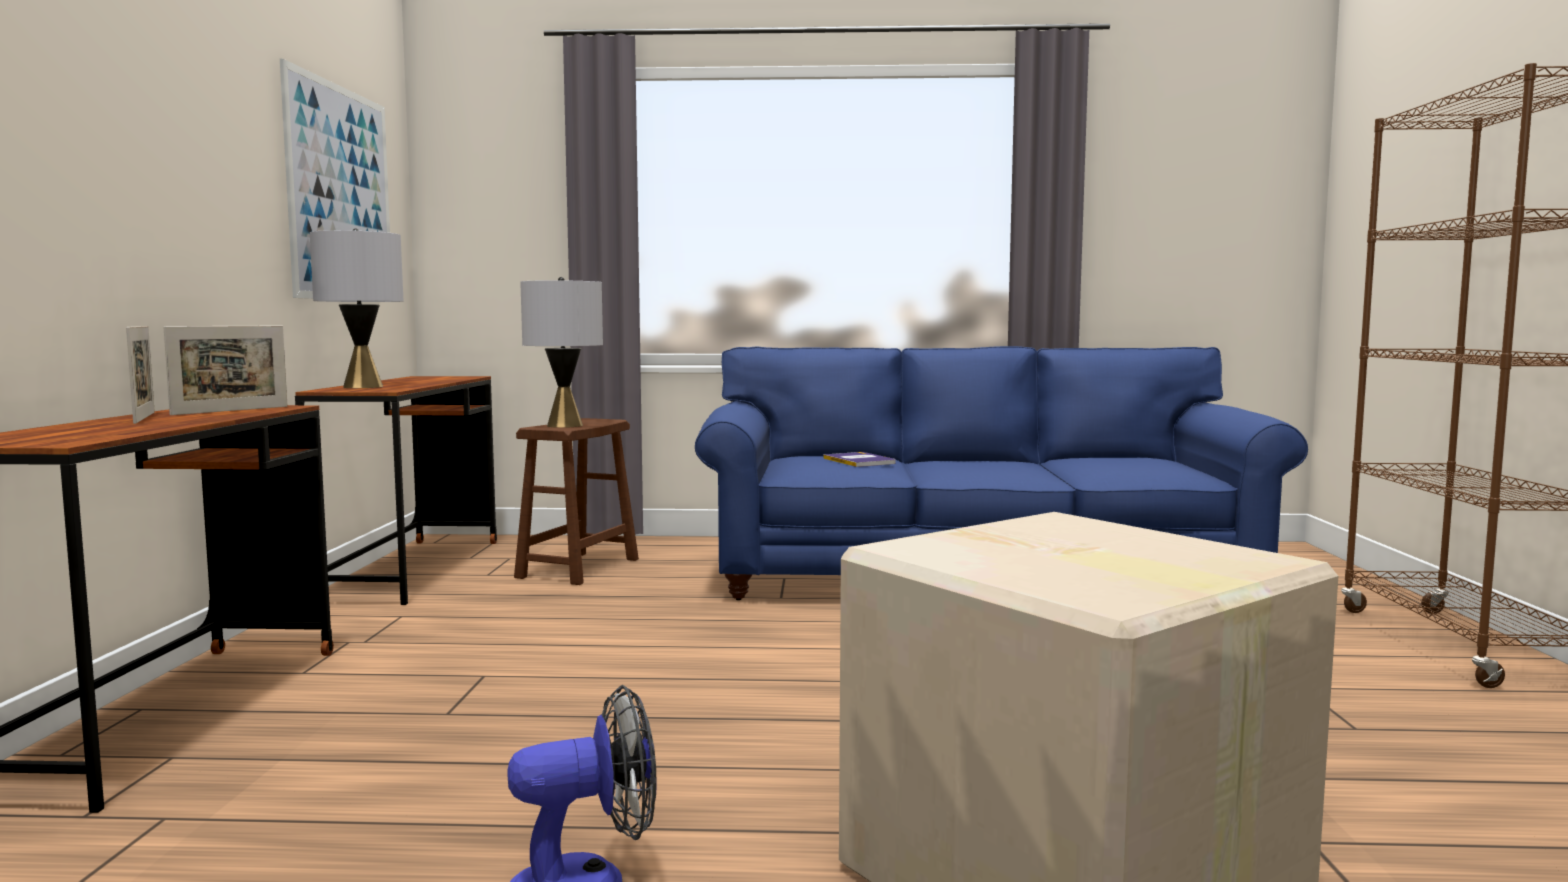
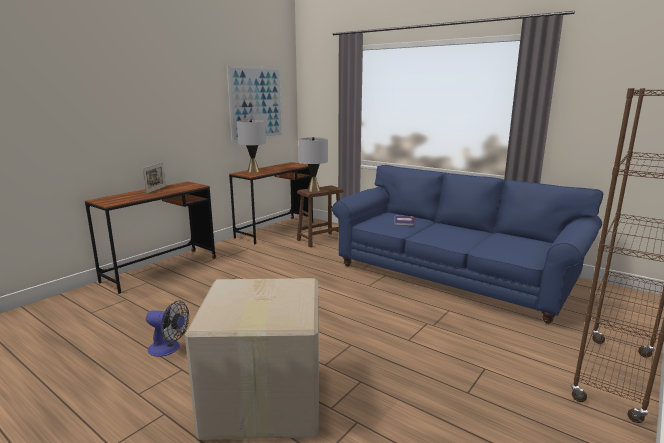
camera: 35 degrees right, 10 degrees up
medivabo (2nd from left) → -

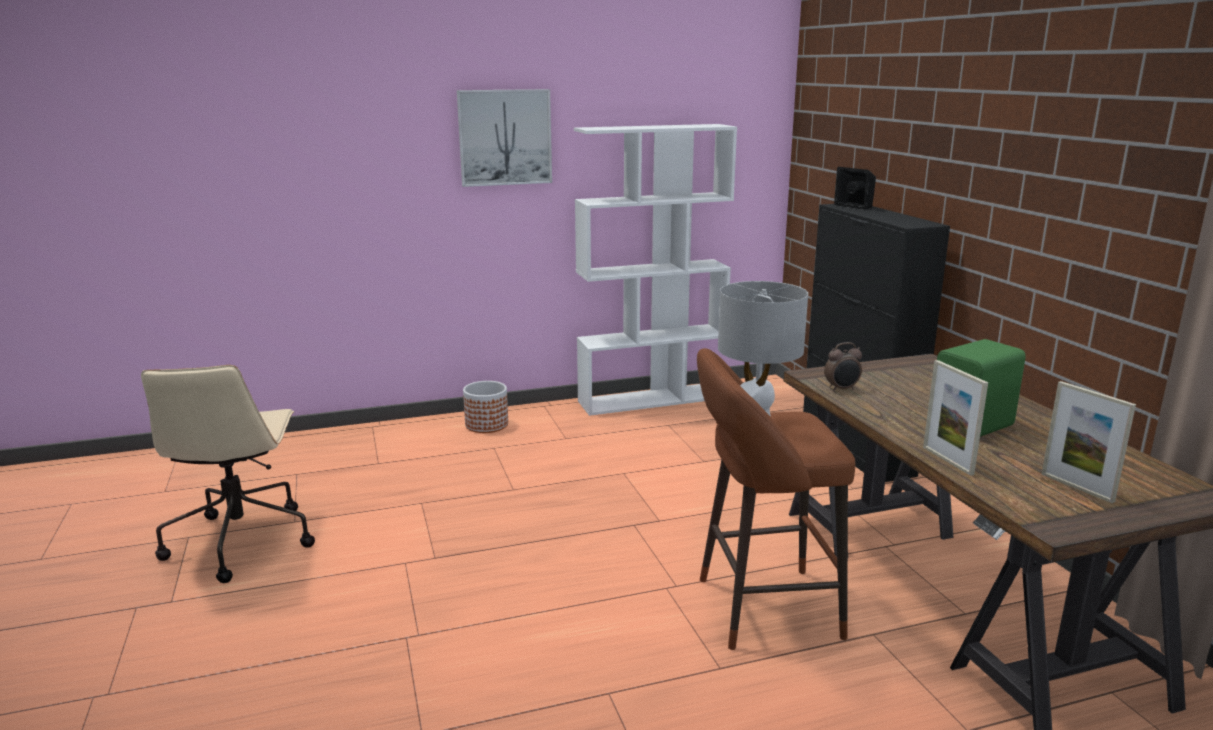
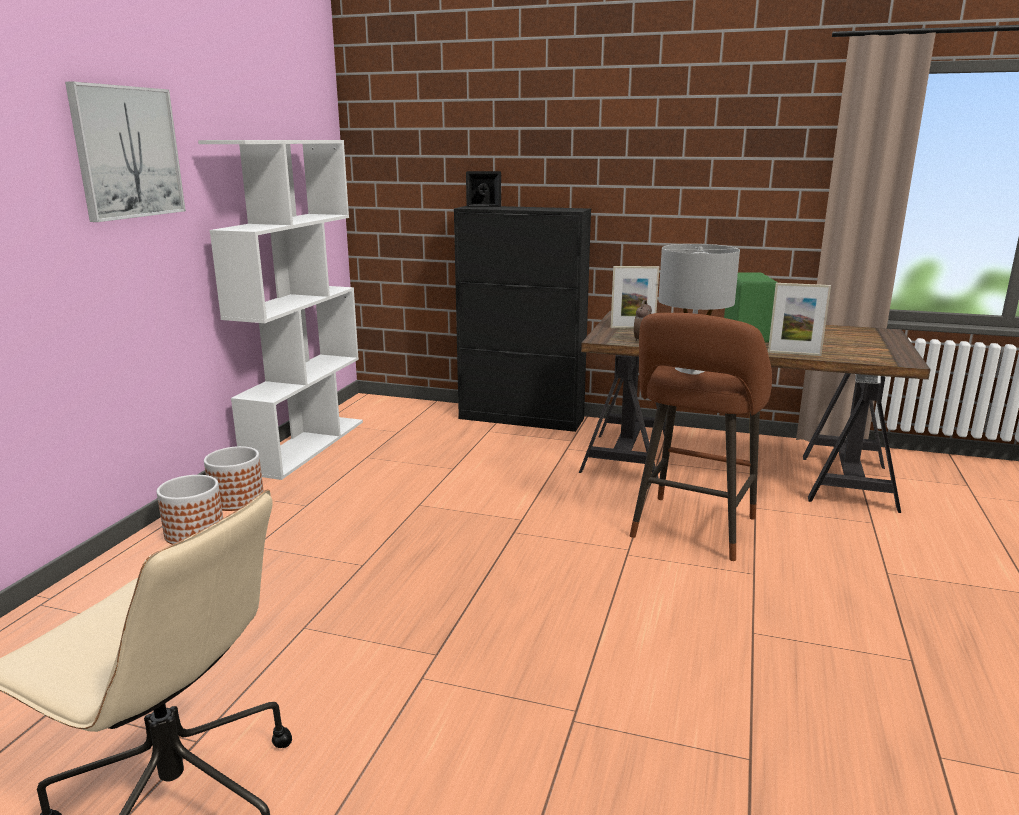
camera: 55 degrees left, 0 degrees up
- → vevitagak (2nd from left)
medivabo (2nd from left in the first image) → medivabo (1st from left), move

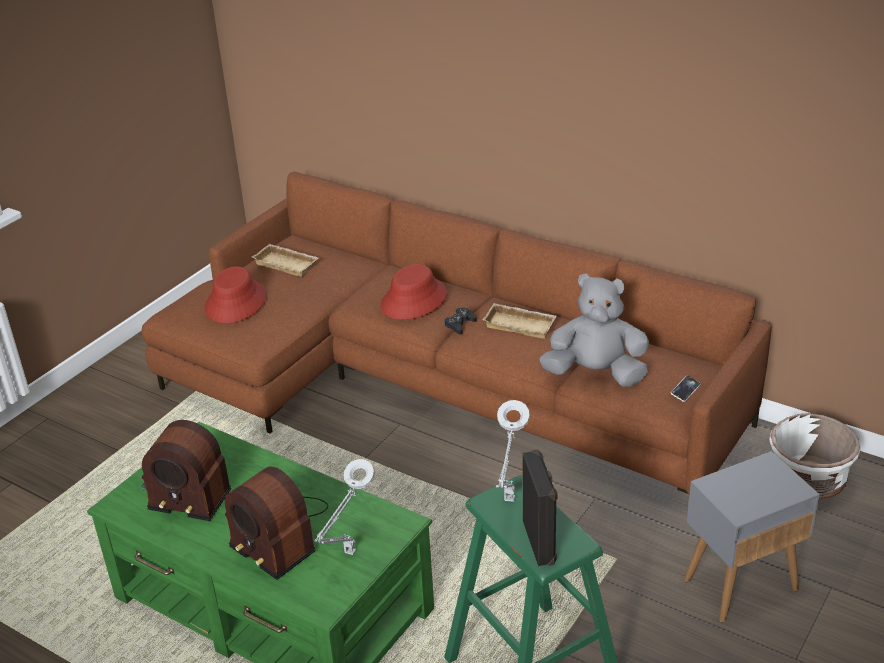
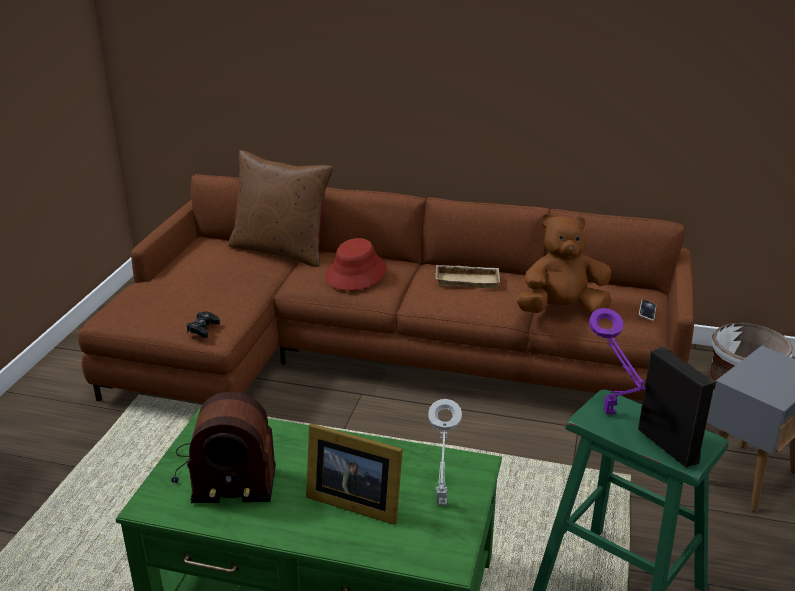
camera: 20 degrees left, 5 degrees down
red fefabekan (1st from left) → -
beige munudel (1st from left) → -
- → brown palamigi
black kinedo, move
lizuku (2nd from left) → medivabo
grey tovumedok (2nd from left) → purple tovumedok
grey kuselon → brown kuselon

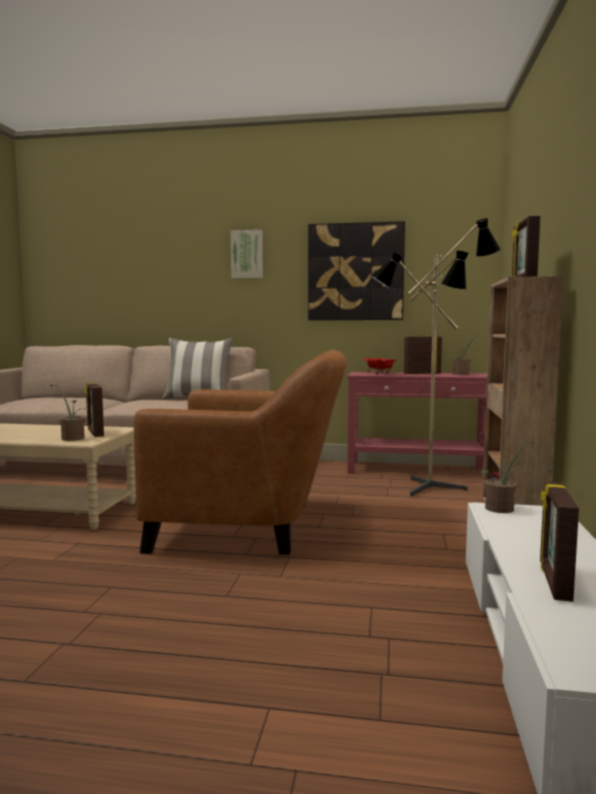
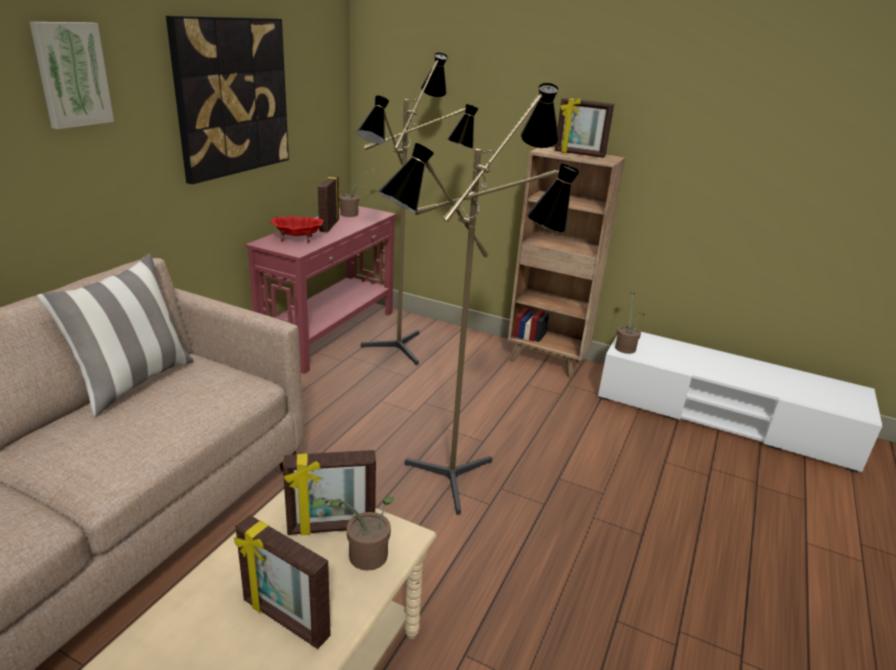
camera: 75 degrees left, 20 degrees up
medivabo (4th from left in the first image) → medivabo (1st from left), move
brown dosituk → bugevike (2nd from left)

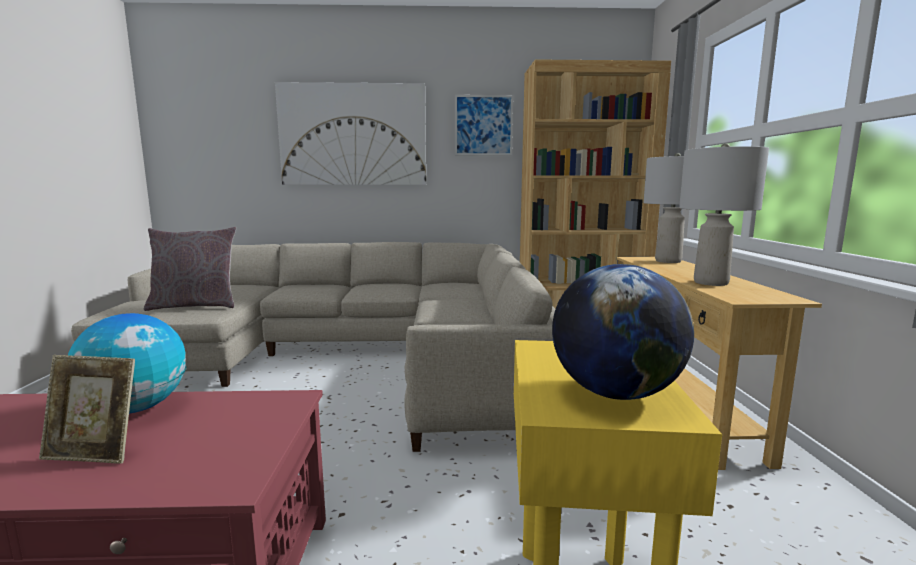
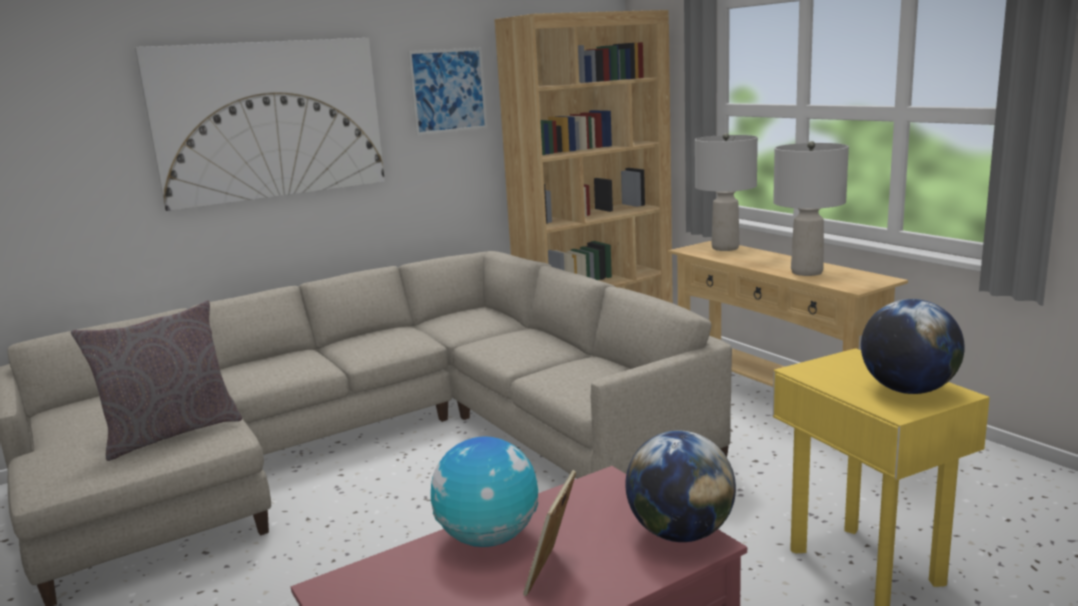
camera: 30 degrees left, 5 degrees up
- → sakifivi (2nd from left)
medivabo, 135 degrees clockwise

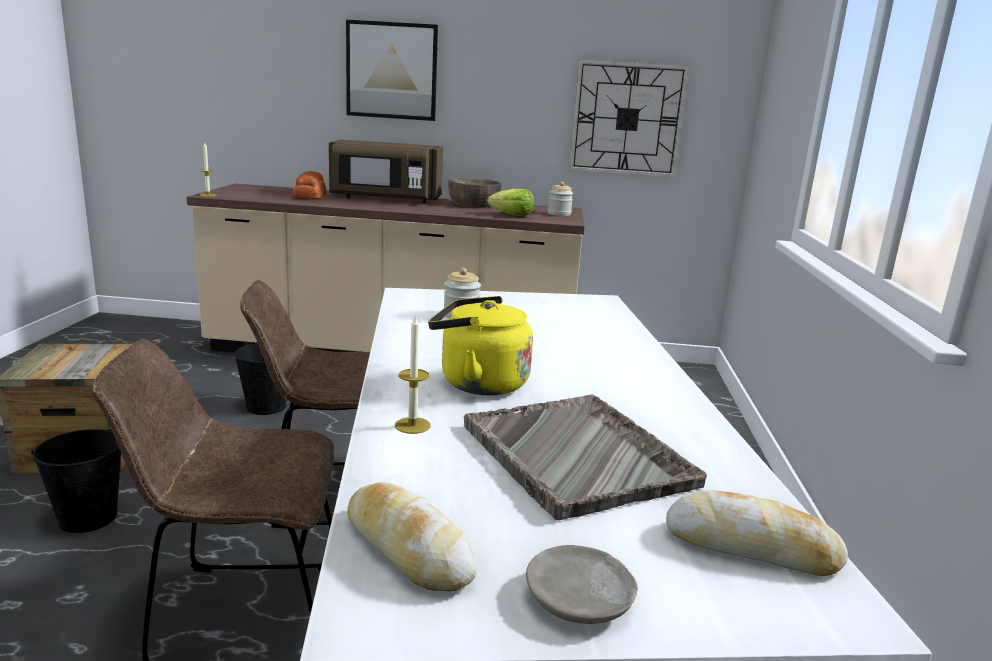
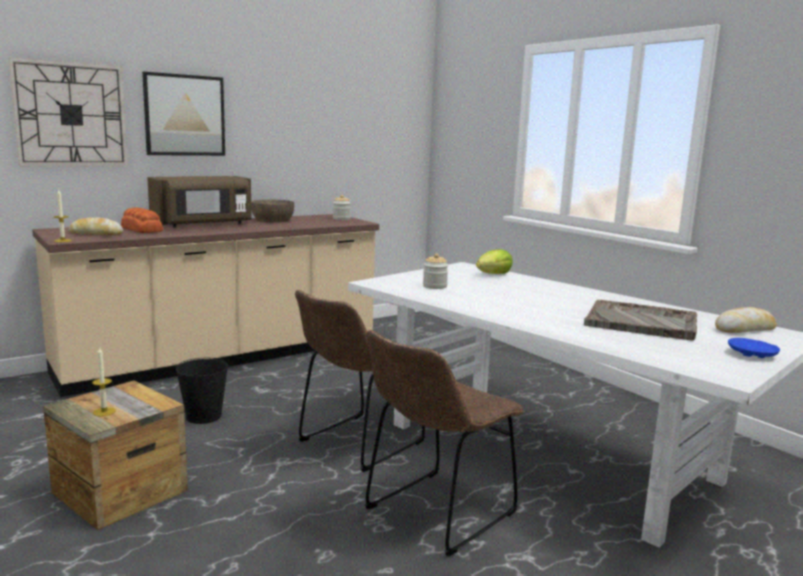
camera: 40 degrees left, 5 degrees down
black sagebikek (1st from left) → -
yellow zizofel → -
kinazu (2nd from left in the first image) → kinazu (1st from left), move
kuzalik (2nd from left), move
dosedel, move
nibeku, move
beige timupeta → blue timupeta

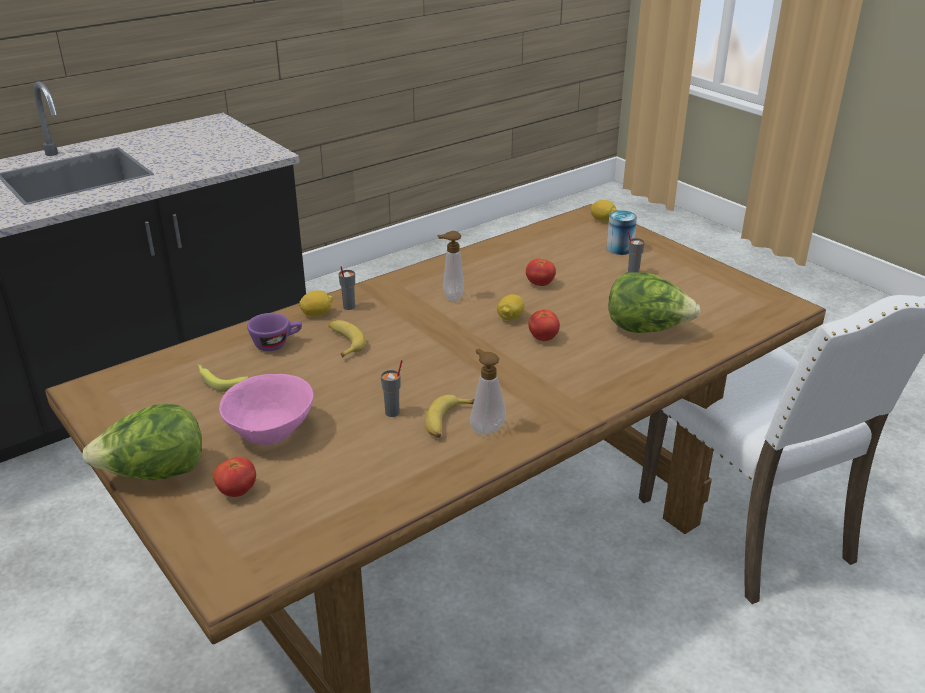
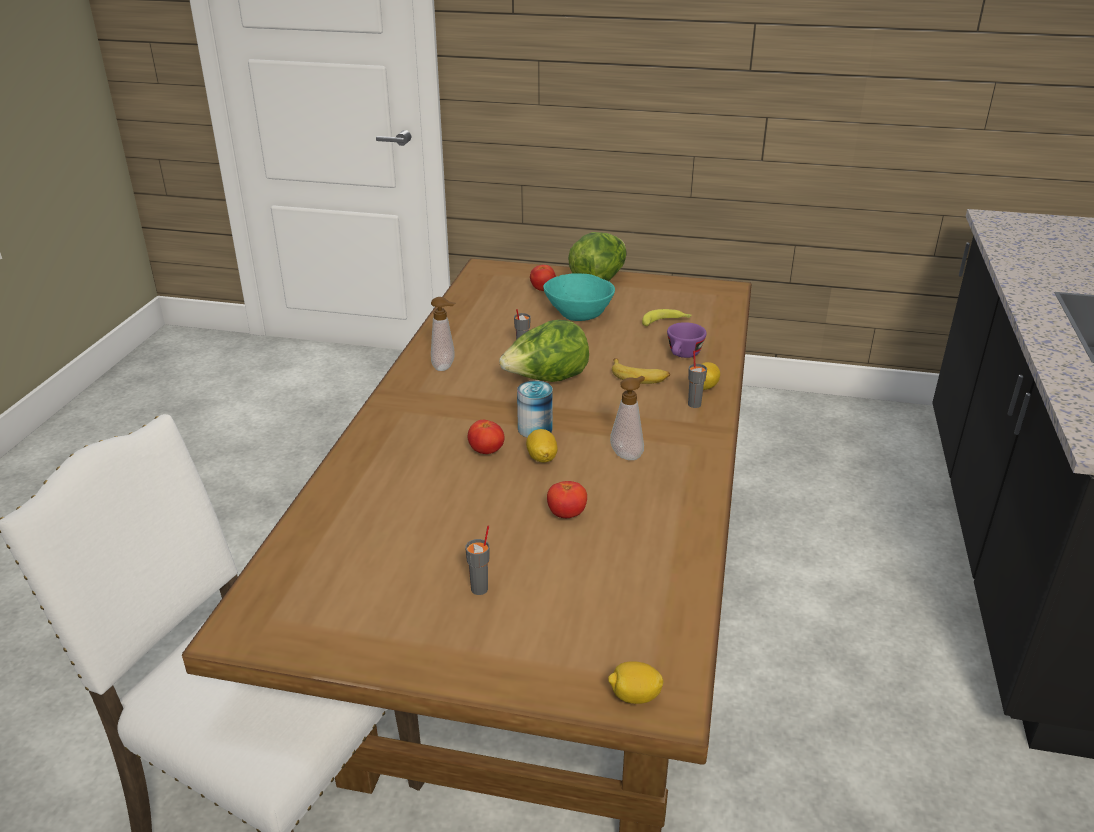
camera: 140 degrees right, 0 degrees up
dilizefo (3rd from left) → -
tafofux, move
dosedel (2nd from left in the first image) → dosedel (1st from left), move
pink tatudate → turquoise tatudate

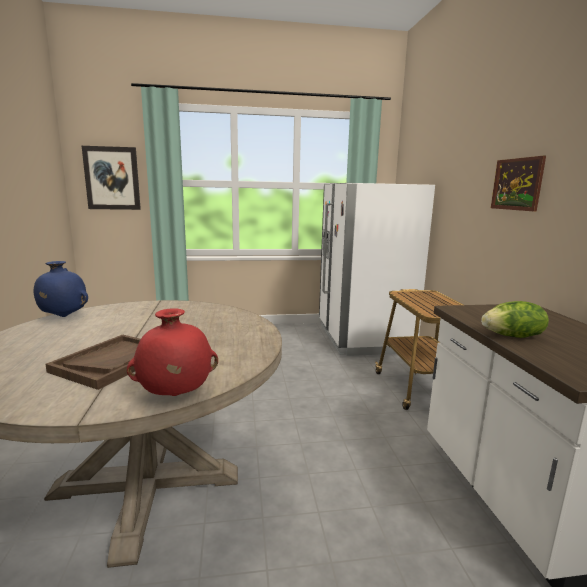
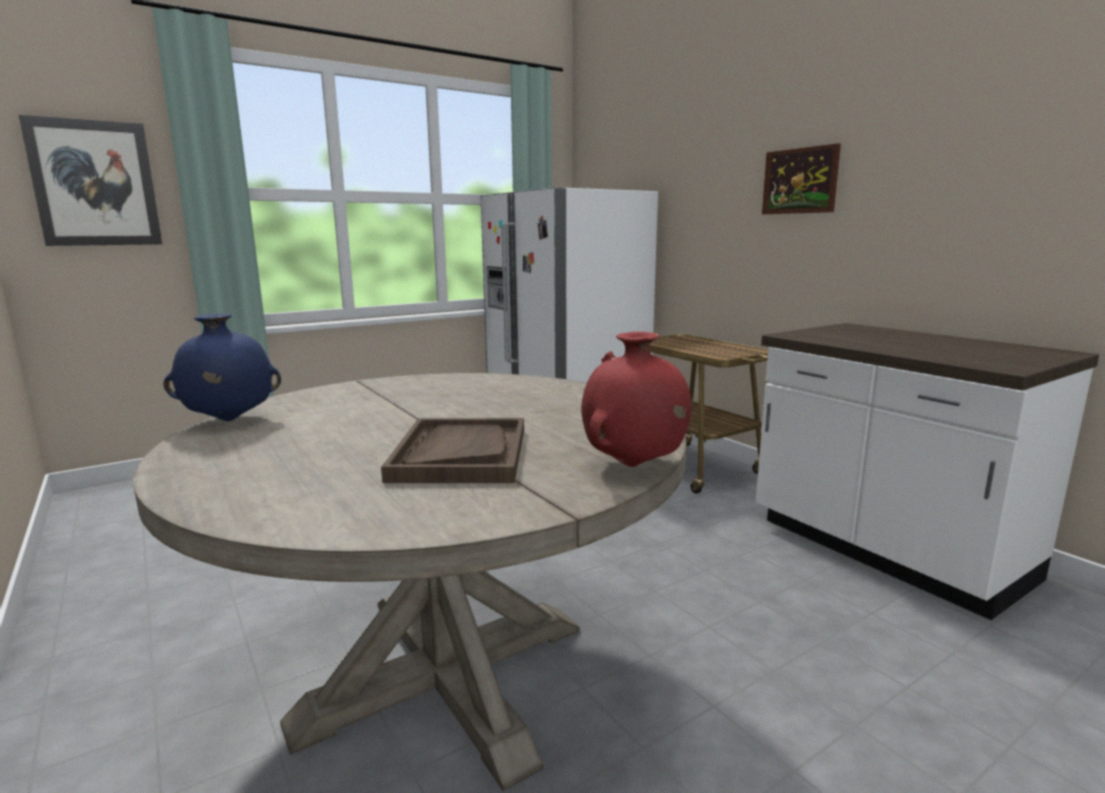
camera: 25 degrees left, 0 degrees up
dosedel → -

